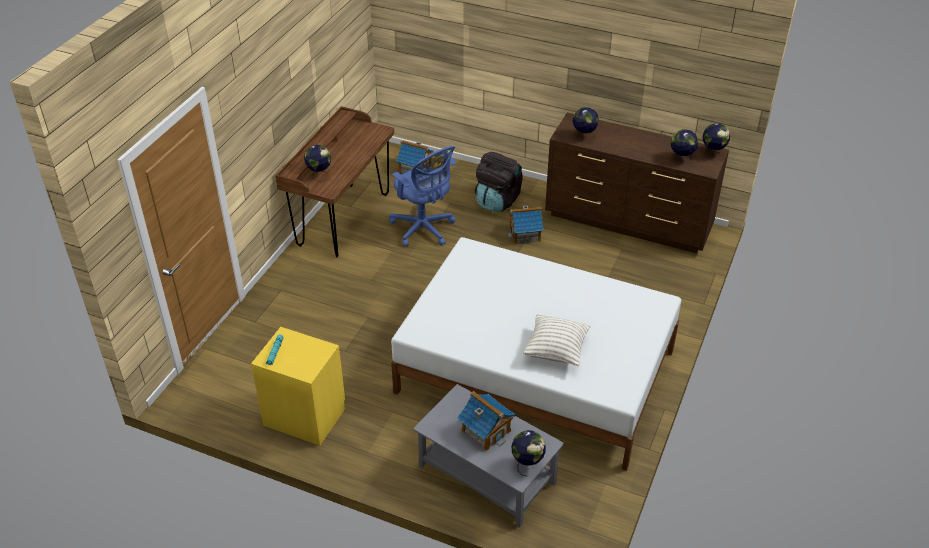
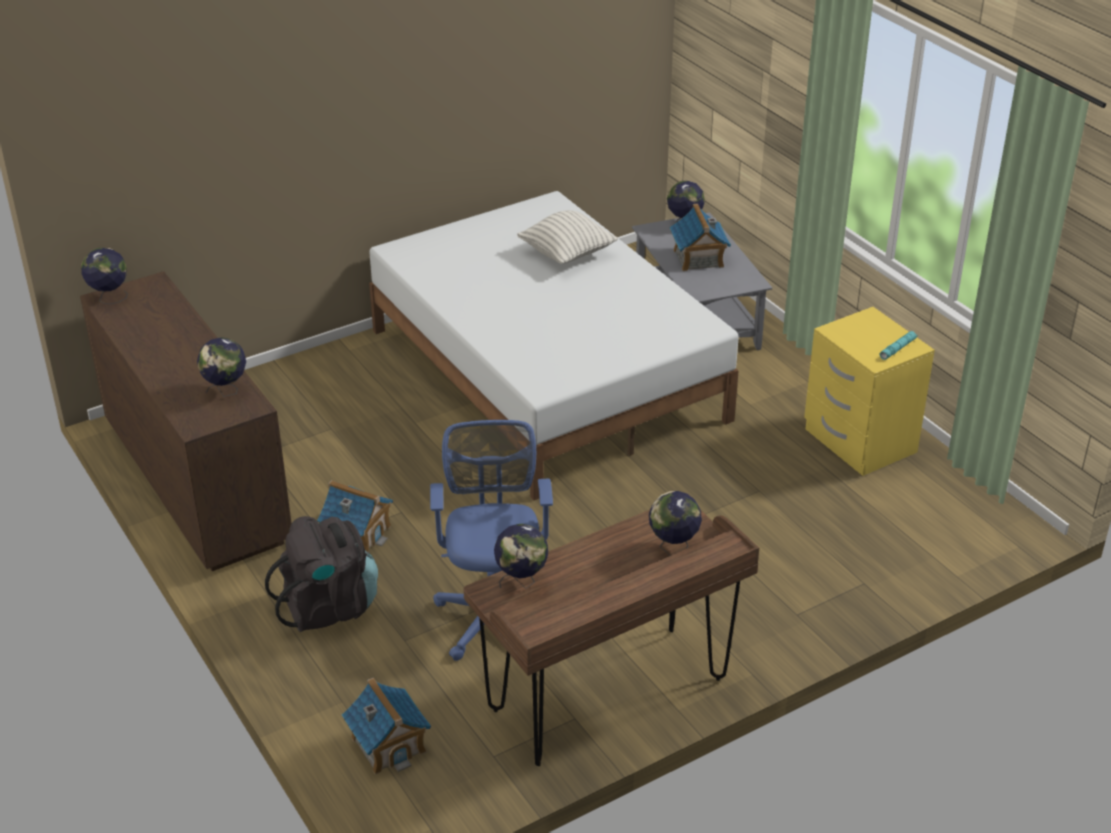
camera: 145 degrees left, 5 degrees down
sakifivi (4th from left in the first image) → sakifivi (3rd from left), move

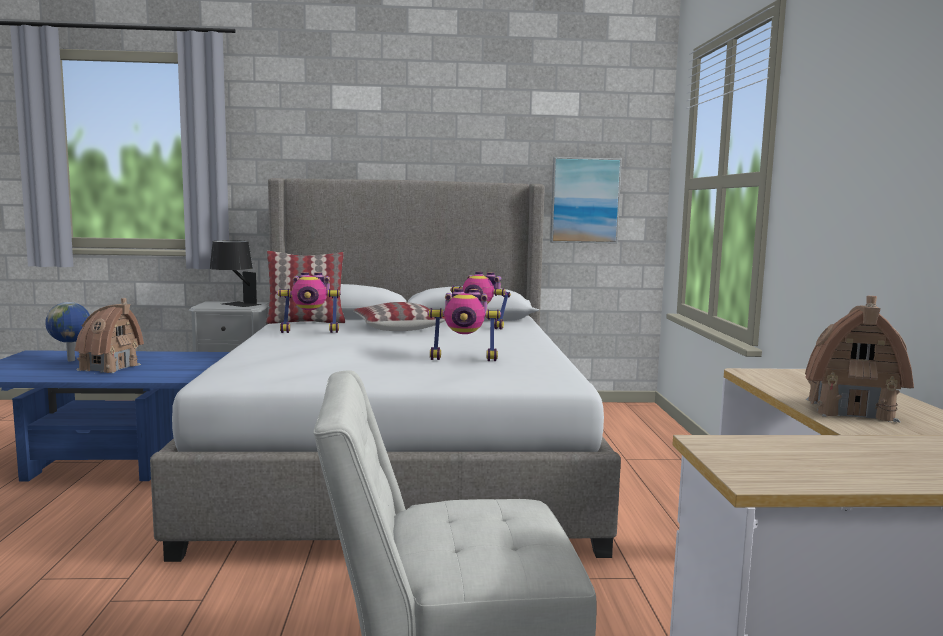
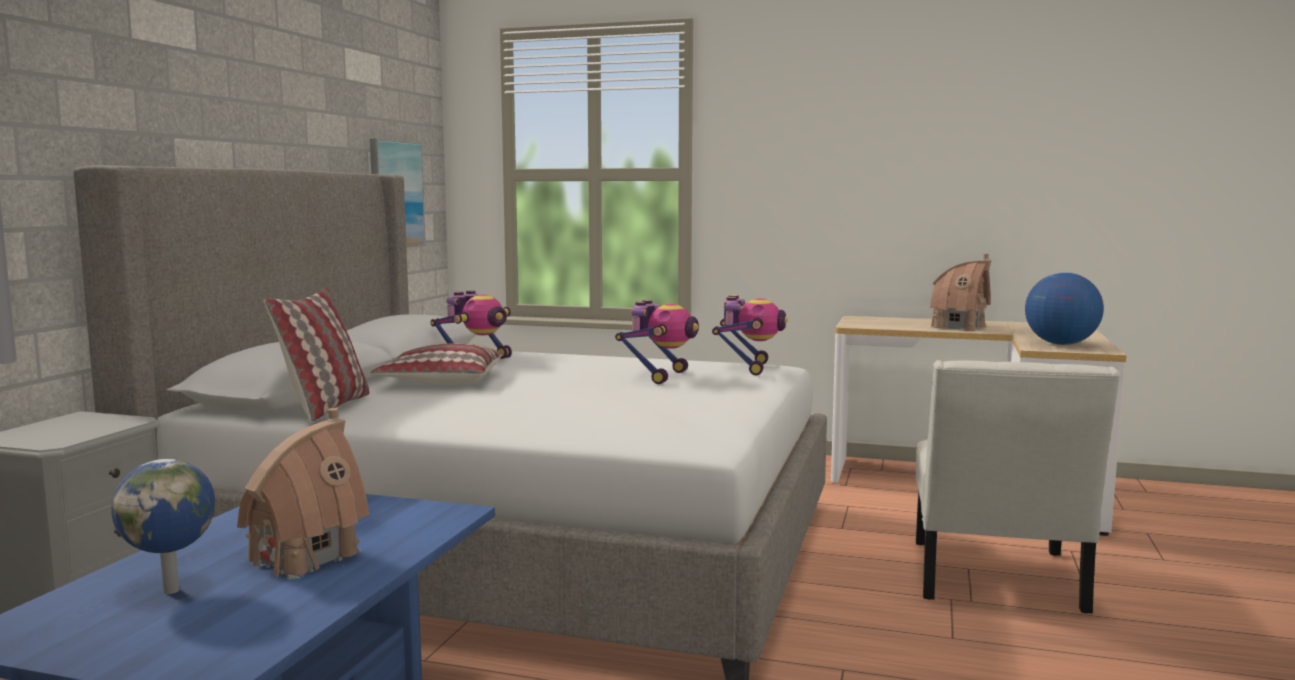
camera: 70 degrees left, 0 degrees up
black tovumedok → -
- → sakifivi (2nd from left)
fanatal (1st from left in the first image) → fanatal (3rd from left), move

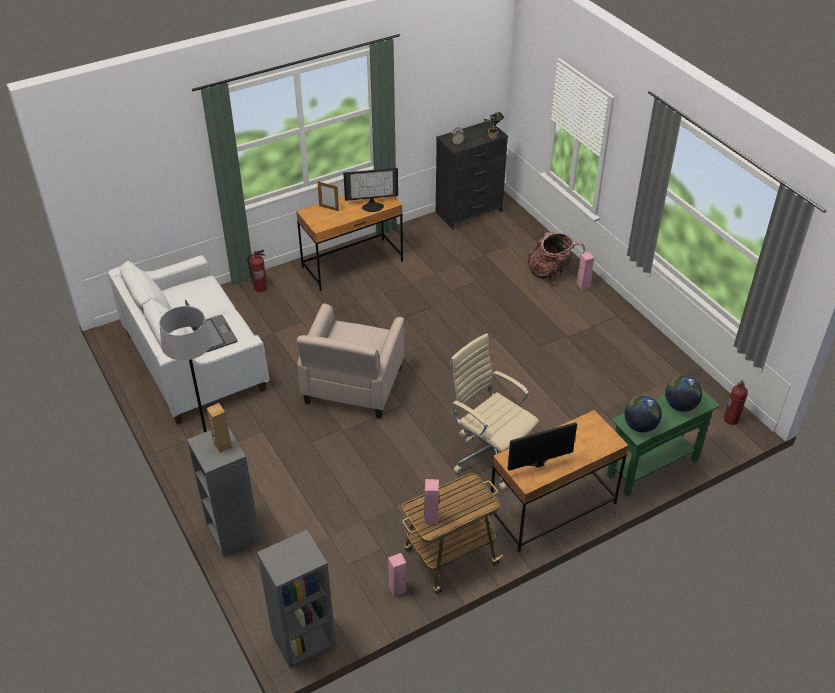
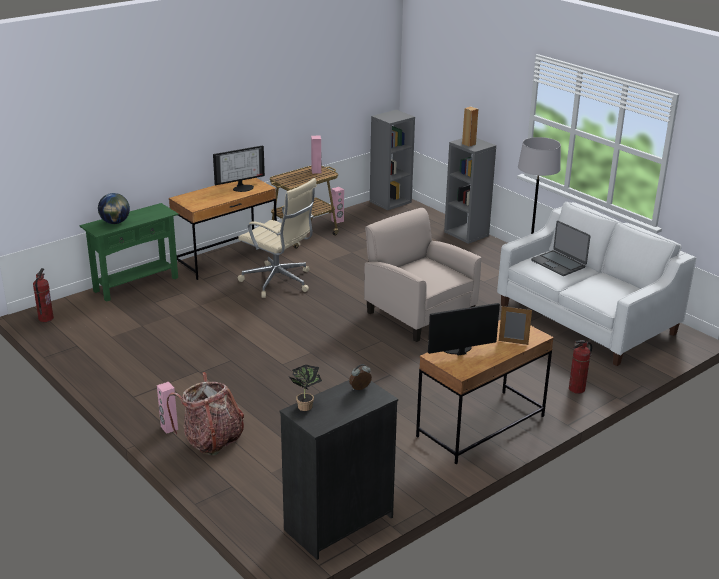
camera: 170 degrees right, 15 degrees down
sakifivi (1st from left) → -
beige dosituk, 45 degrees counterclockwise

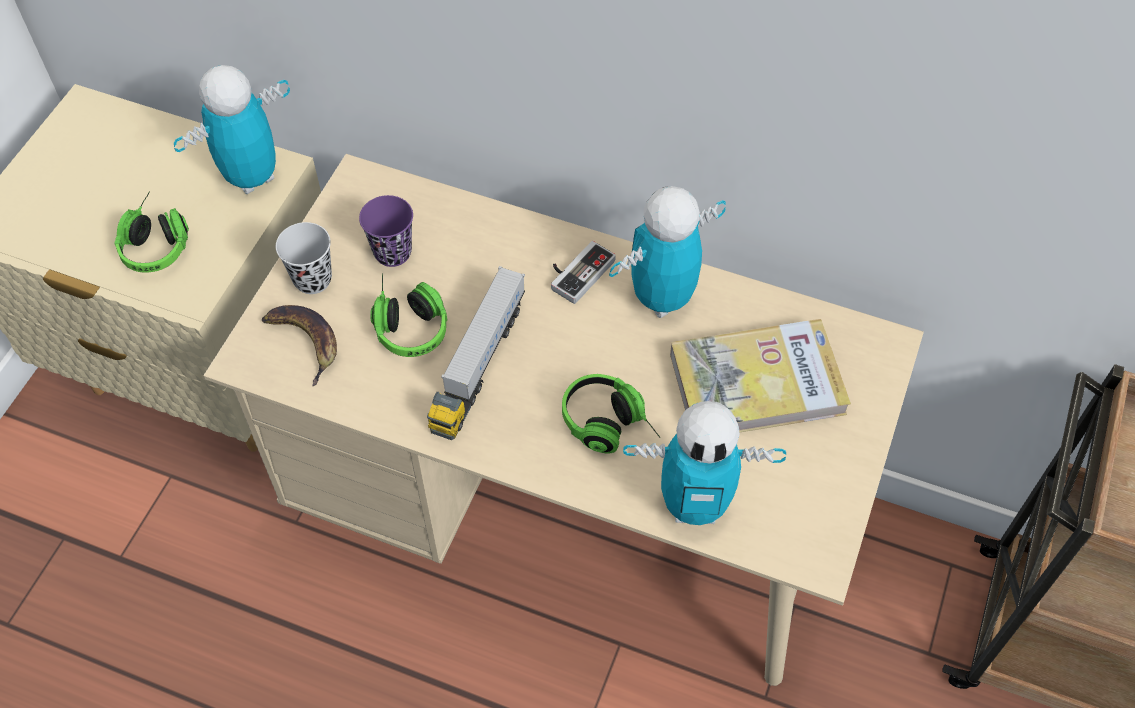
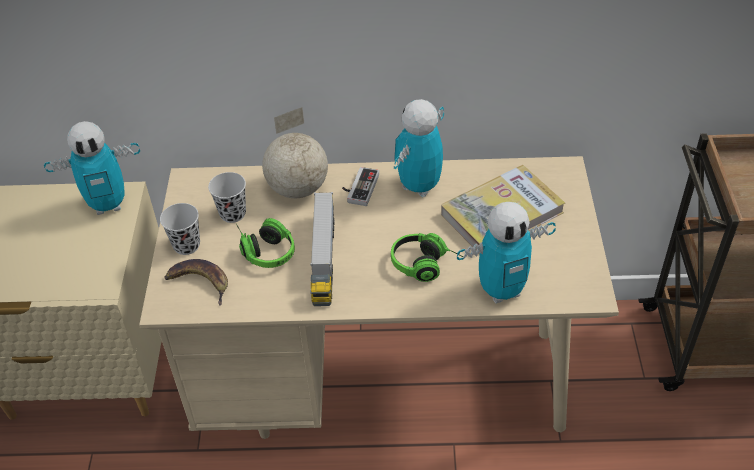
camera: 20 degrees left, 10 degrees down
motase (1st from left) → -
- → sakifivi
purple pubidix → black pubidix (2nd from left)
fanatal (1st from left), 135 degrees counterclockwise

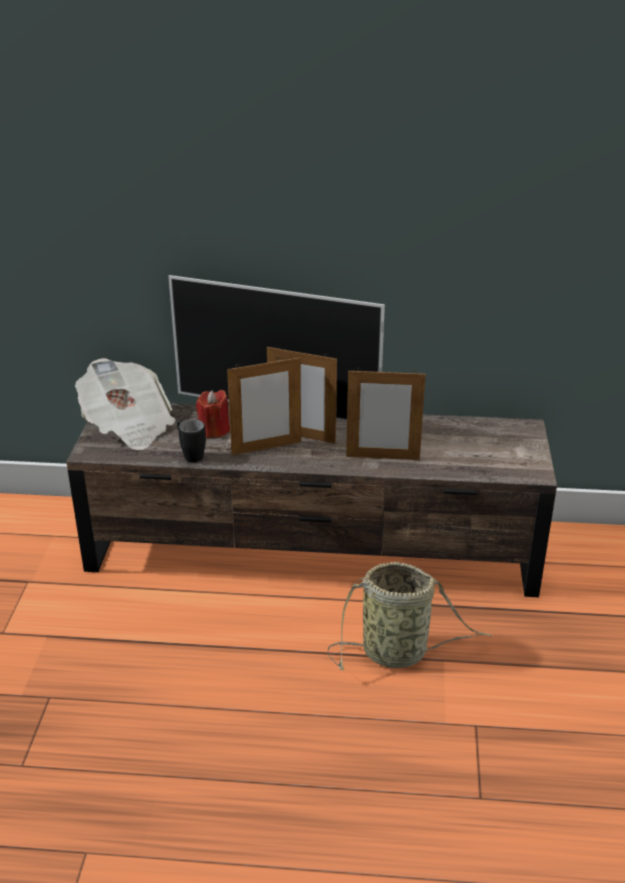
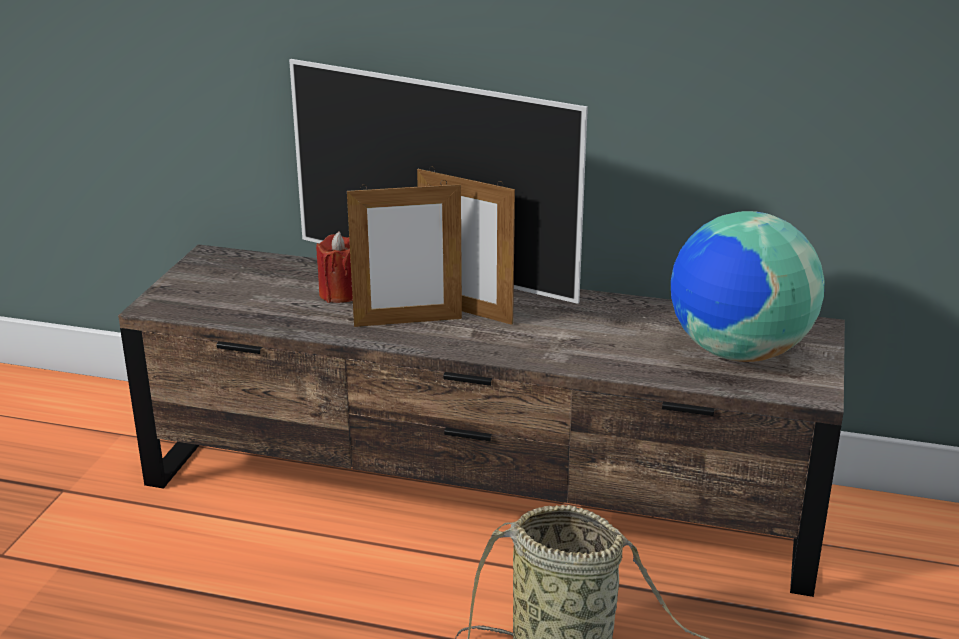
camera: 10 degrees right, 5 degrees down
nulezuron → -
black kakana → -
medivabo (3rd from left) → -
- → sakifivi

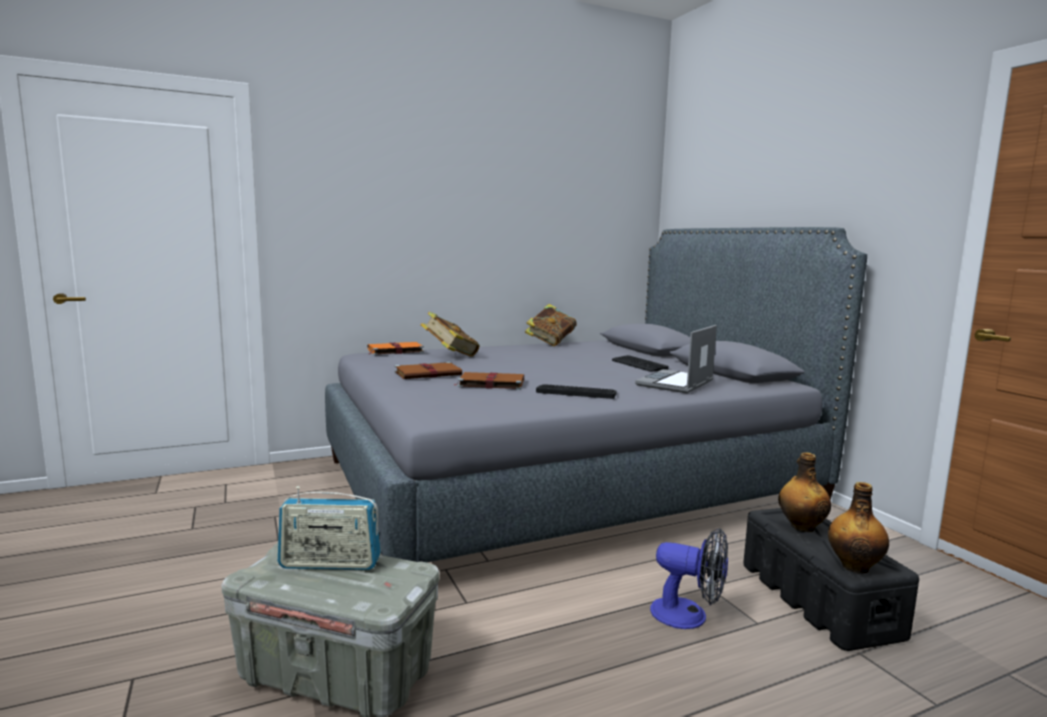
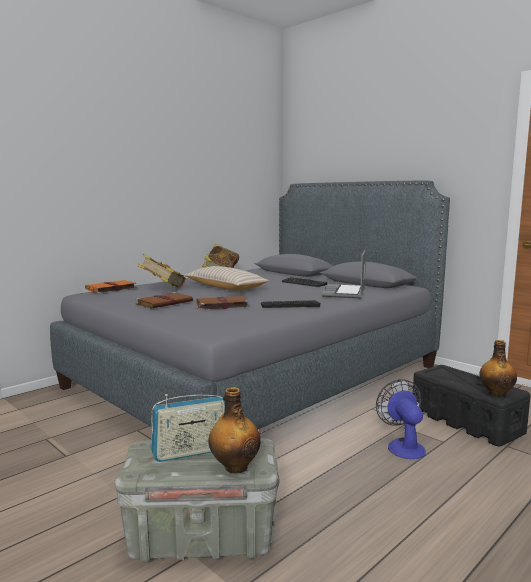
camera: 20 degrees left, 0 degrees up
- → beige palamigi
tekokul (1st from left), move
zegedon, 105 degrees counterclockwise

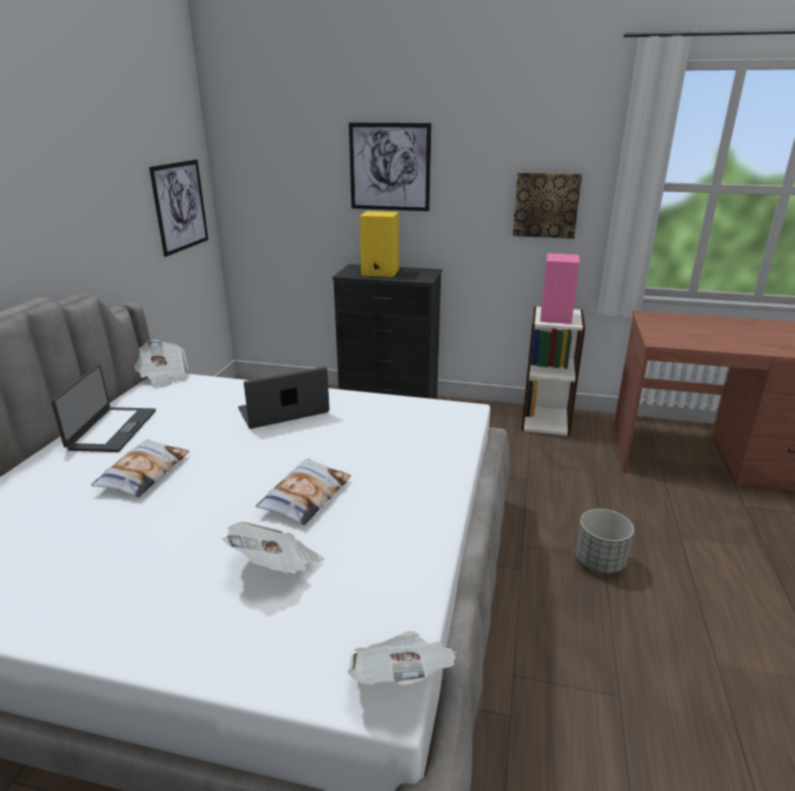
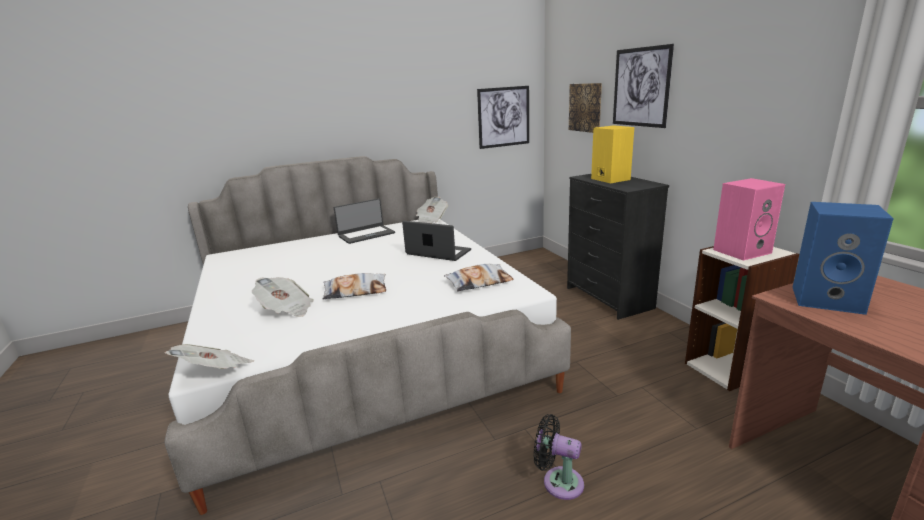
camera: 55 degrees right, 5 degrees down
- → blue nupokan
palamigi (1st from left in the first image) → palamigi (2nd from left), move
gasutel (3rd from left in the first image) → gasutel (2nd from left), move
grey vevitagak → black zegedon

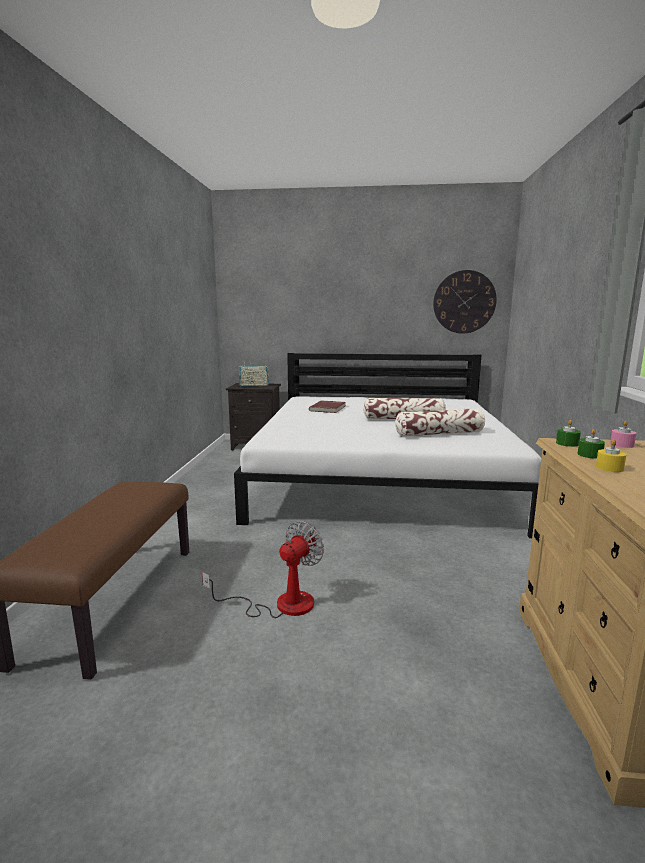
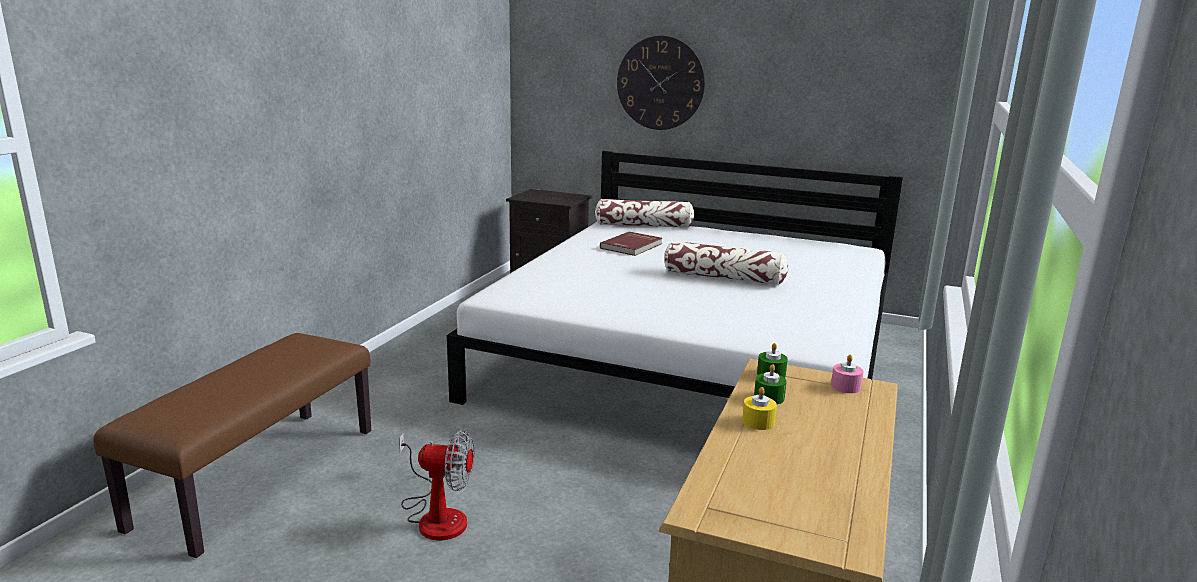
camera: 15 degrees right, 5 degrees up
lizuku → -
palamigi (2nd from left in the first image) → palamigi (1st from left), move
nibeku, move
zegedon, 45 degrees clockwise

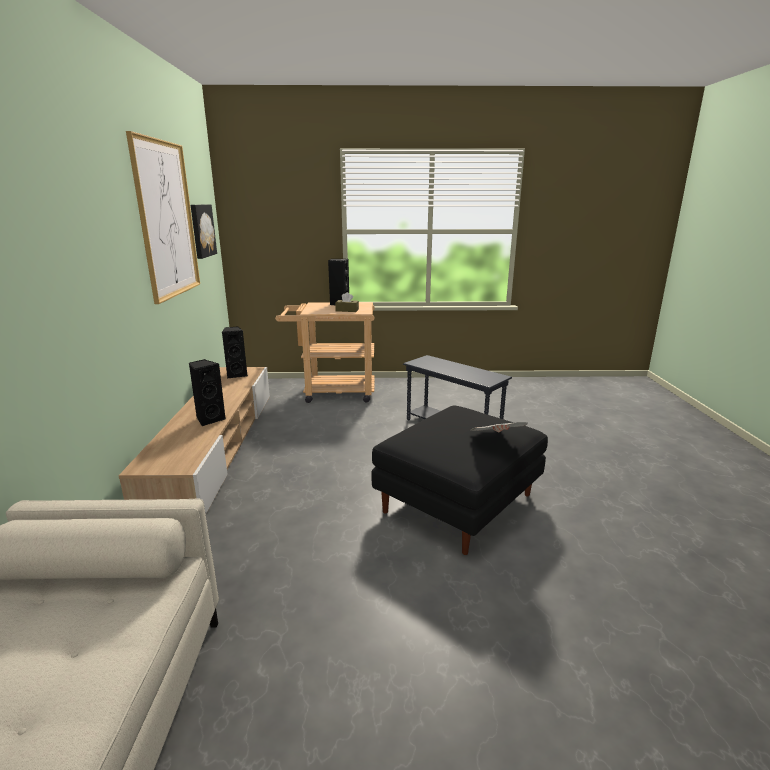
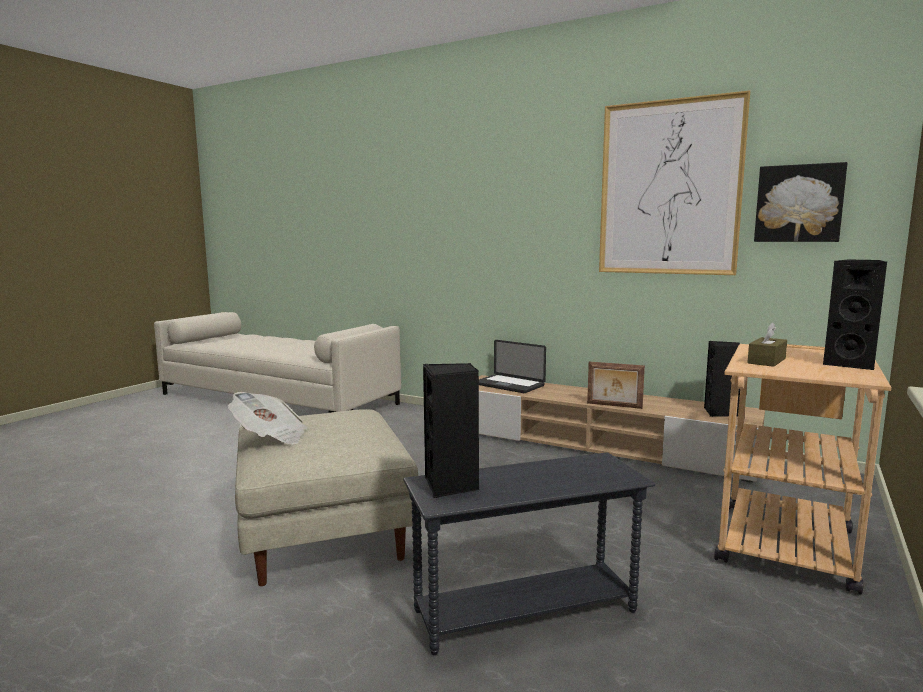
camera: 120 degrees right, 10 degrees down
- → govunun
- → medivabo
black nupokan (1st from left), move
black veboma → beige veboma

